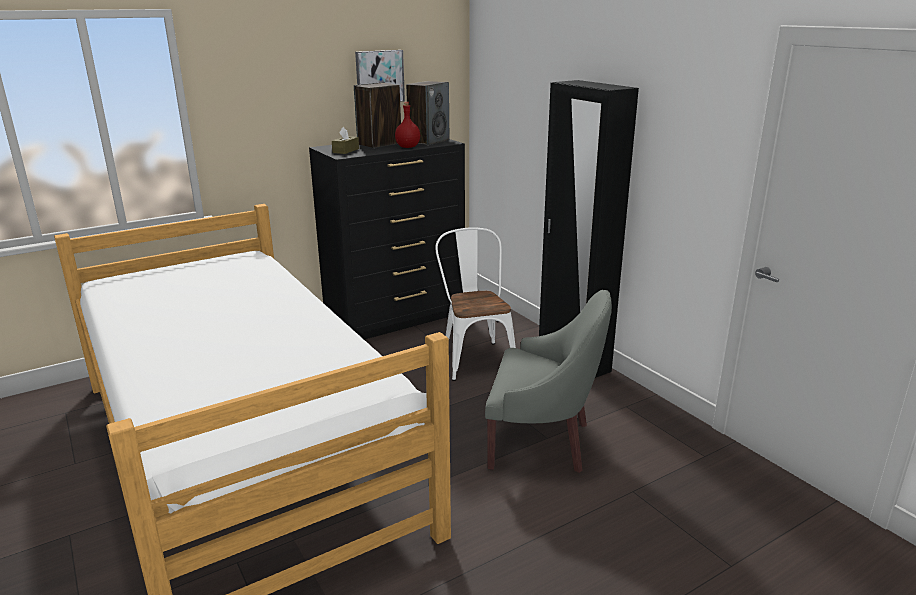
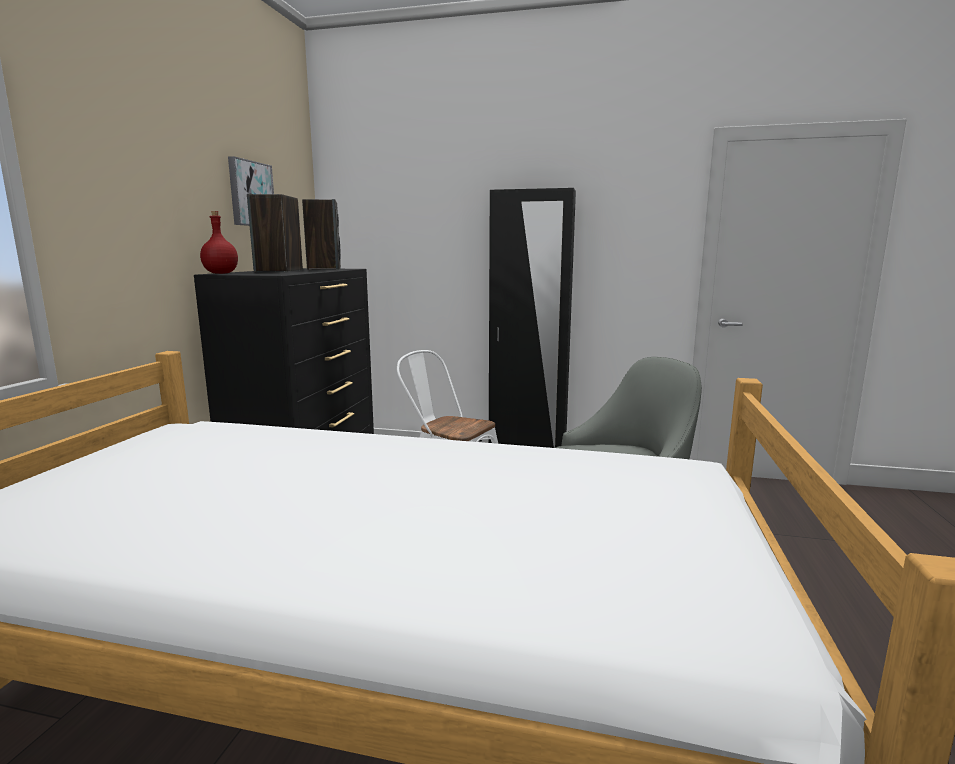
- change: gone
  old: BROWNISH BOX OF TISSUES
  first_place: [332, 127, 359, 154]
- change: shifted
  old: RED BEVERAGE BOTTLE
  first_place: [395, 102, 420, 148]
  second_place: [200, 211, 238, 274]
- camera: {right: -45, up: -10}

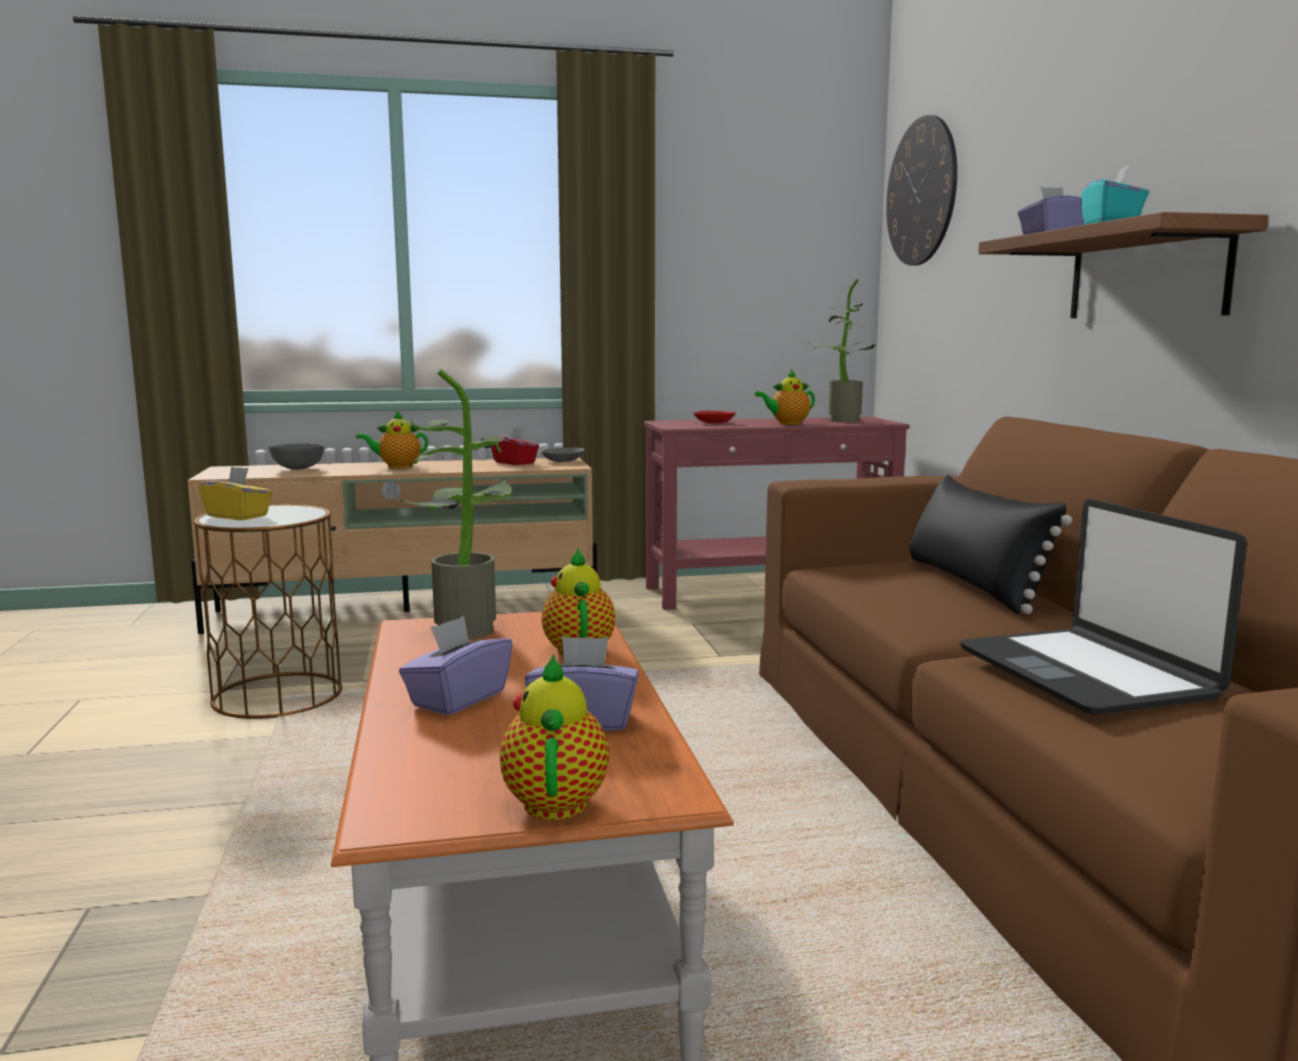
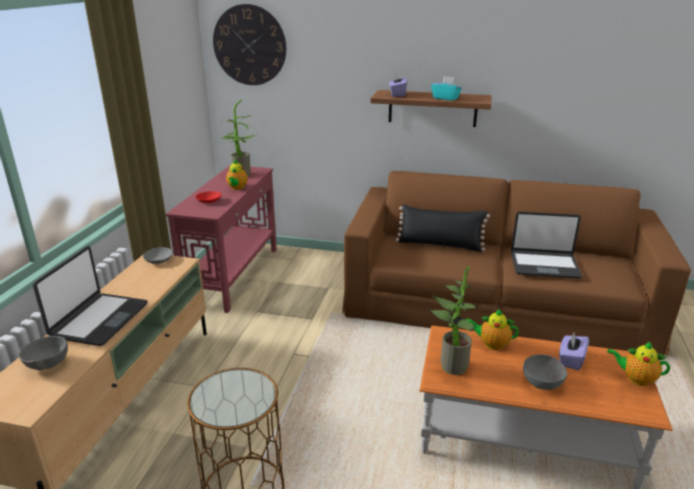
- change: gone
  old: YELLOW BOX OF TISSUES
  first_place: [198, 466, 273, 520]
- change: swapped
  old: POT FOR TEA
  new: NOTEBOOK COMPUTER
  first_place: [356, 410, 428, 469]
  second_place: [33, 246, 148, 346]
- change: swapped
  old: PURPLE BOX OF TISSUES
  new: GREY BOWL
  first_place: [399, 616, 513, 715]
  second_place: [523, 354, 567, 390]
- change: gone
  old: RED BOX OF TISSUES
  first_place: [491, 427, 539, 465]
- camera: {right: -65, up: 15}

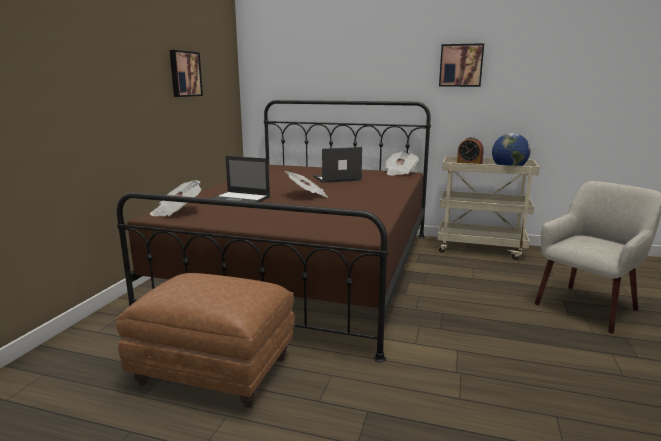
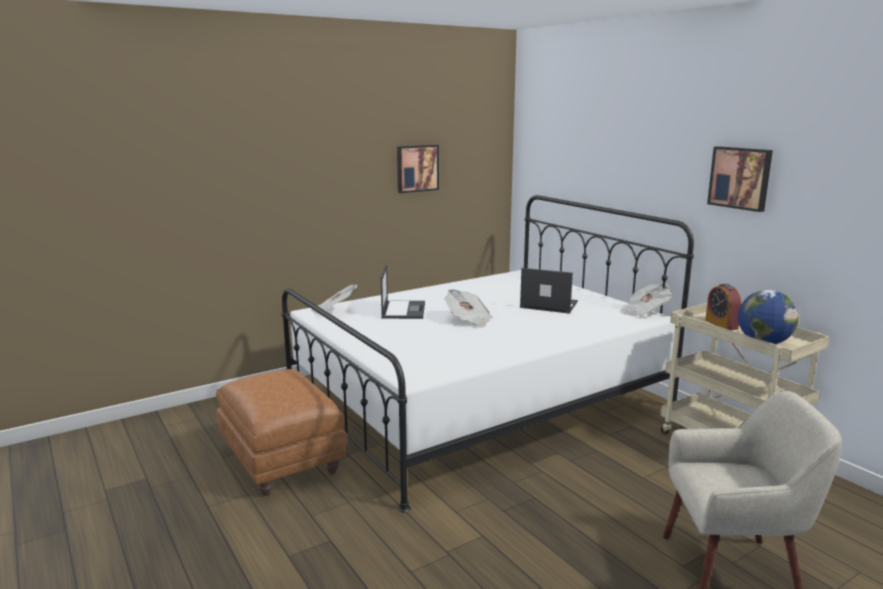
- change: repainted
  old: BROWNISH BED
  new: WHITISH BED
  first_place: [117, 100, 431, 362]
  second_place: [282, 195, 694, 513]
- change: rotated
  old: NOTEBOOK COMPUTER
  first_place: [210, 156, 270, 202]
  second_place: [381, 264, 425, 319]
  degrees: -150
- camera: {right: 40, up: 0}

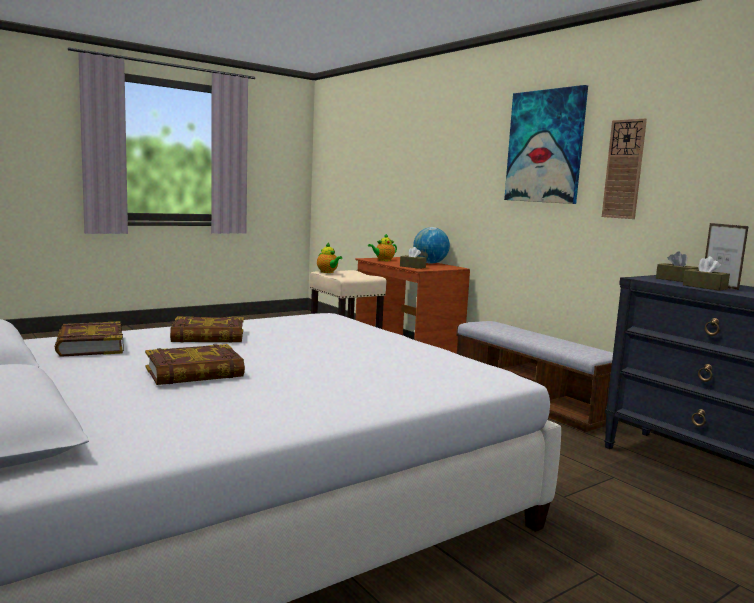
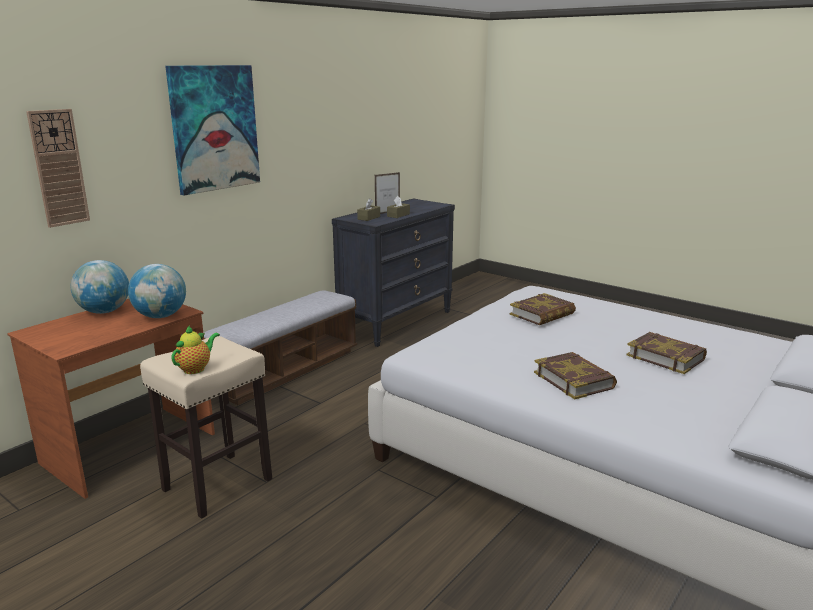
- change: shifted
  old: BOUND BOOK
  first_place: [55, 321, 124, 357]
  second_place: [510, 293, 576, 325]
- change: gone
  old: POT FOR TEA
  first_place: [368, 234, 397, 261]
- change: swapped
  old: BROWNISH BOX OF TISSUES
  new: DESK GLOBE
  first_place: [400, 247, 427, 269]
  second_place: [128, 264, 186, 318]
- change: shifted
  old: CLOCK ON THE WALL
  first_place: [602, 118, 647, 219]
  second_place: [26, 109, 90, 228]
- camera: {right: -105, up: 10}

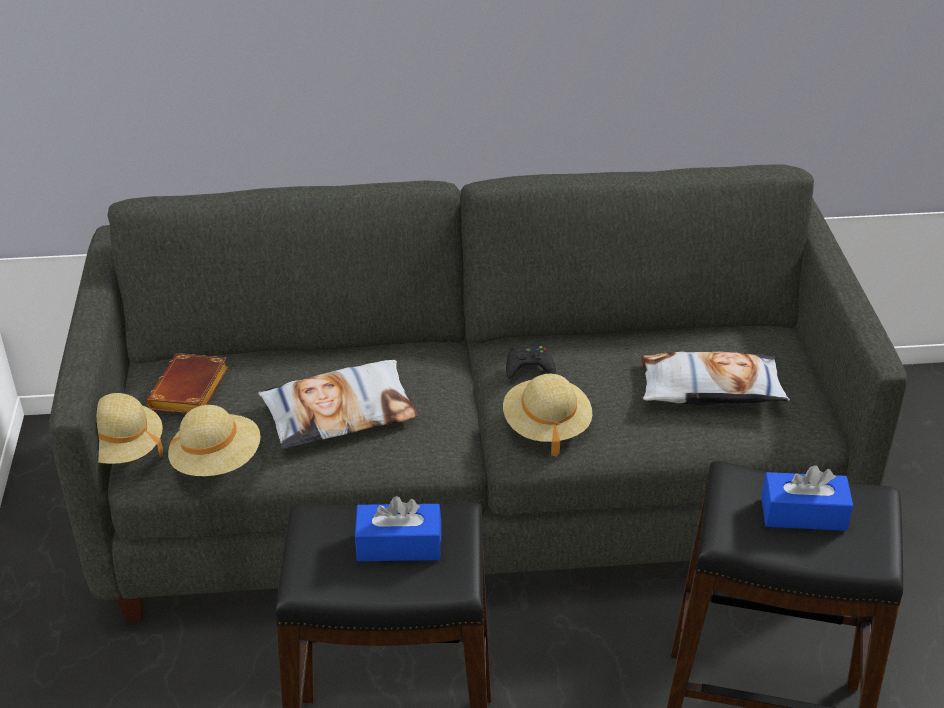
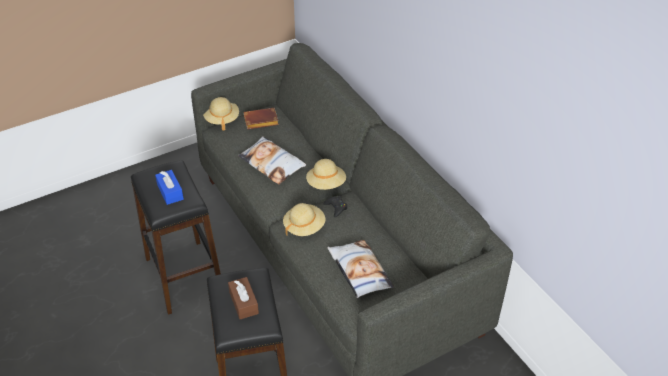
- change: shifted
  old: BEIGE WEARABLE HAT
  first_place: [168, 405, 260, 476]
  second_place: [306, 159, 346, 190]
- change: repainted
  old: BLUISH BOX OF TISSUES
  new: BROWNISH BOX OF TISSUES
  first_place: [761, 465, 853, 531]
  second_place: [228, 277, 259, 319]
- camera: {right: 65, up: 5}

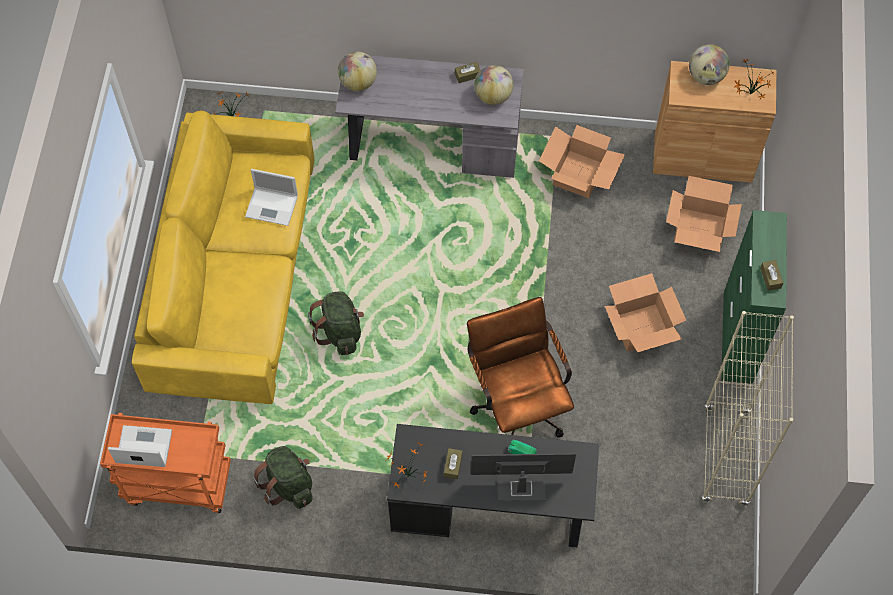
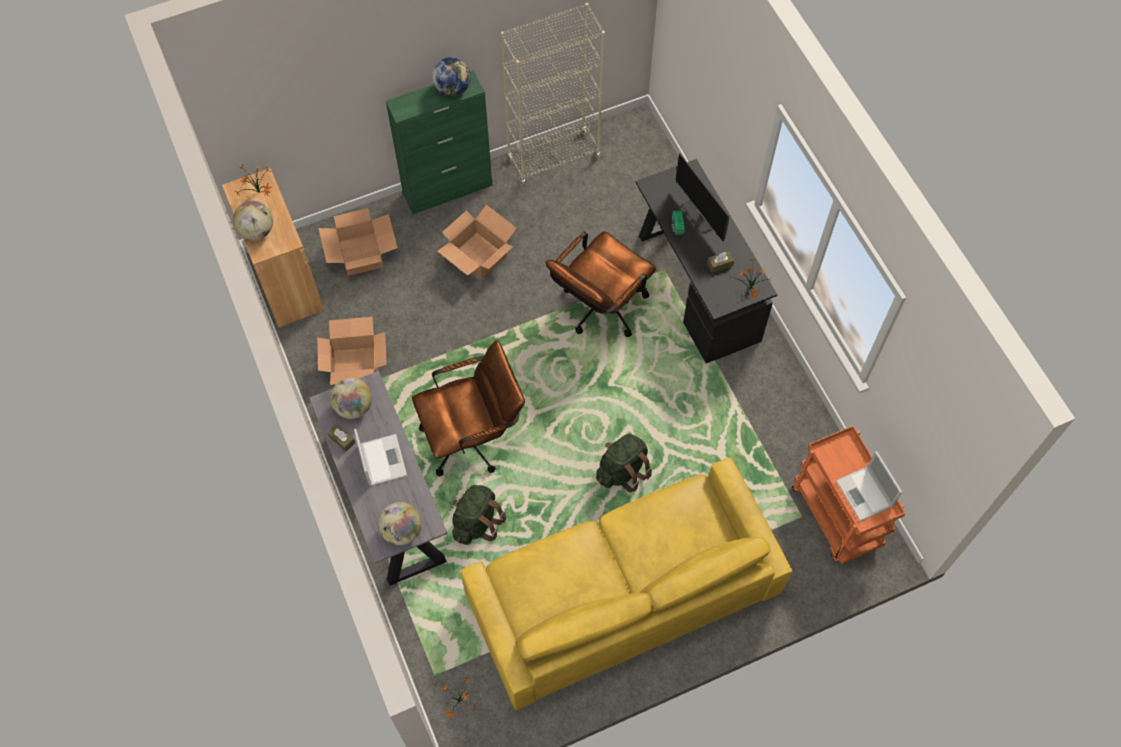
- change: shifted
  old: NOTEBOOK COMPUTER
  first_place: [245, 169, 298, 226]
  second_place: [354, 429, 407, 486]
- change: shifted
  old: GREEN BACKPACK
  first_place: [253, 446, 312, 509]
  second_place: [452, 485, 506, 545]
- change: swapped
  old: BROWNISH BOX OF TISSUES
  new: DESK GLOBE
  first_place: [760, 260, 783, 291]
  second_place: [432, 57, 471, 97]
- change: new
  new: BROWNISH OFFICE CHAIR
  second_place: [412, 340, 525, 477]
- camera: {right: -120, up: 0}

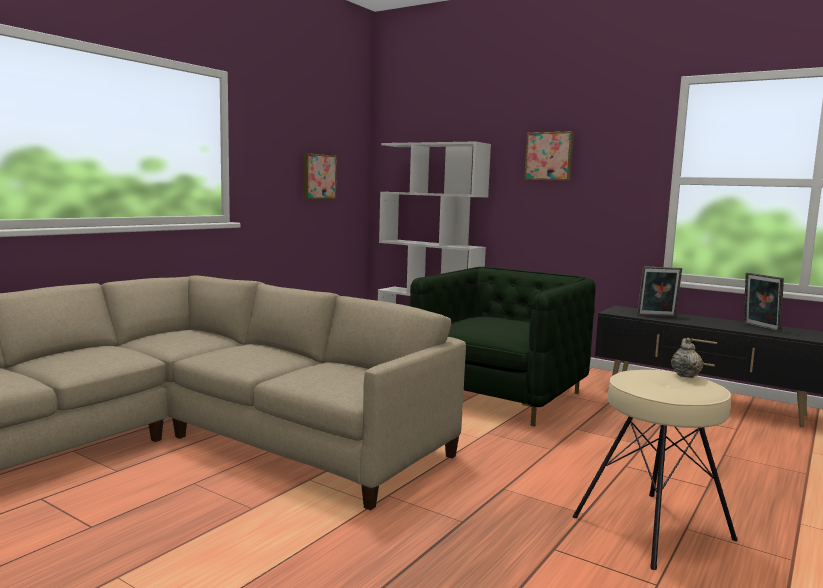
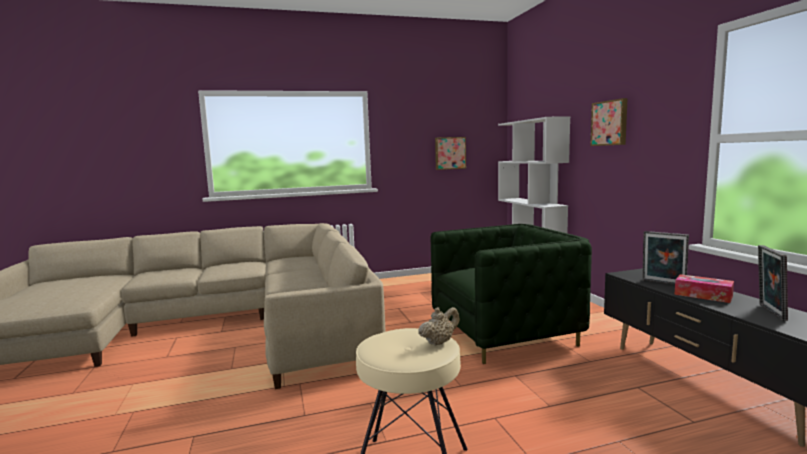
- change: new
  new: BOX OF TISSUES
  second_place: [674, 274, 734, 303]
- camera: {right: 40, up: 0}

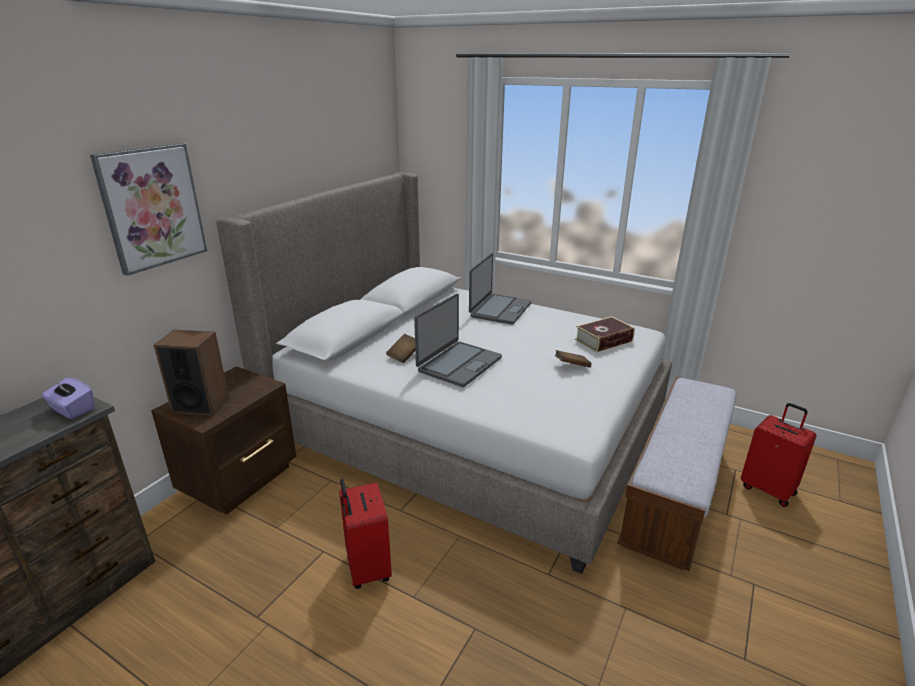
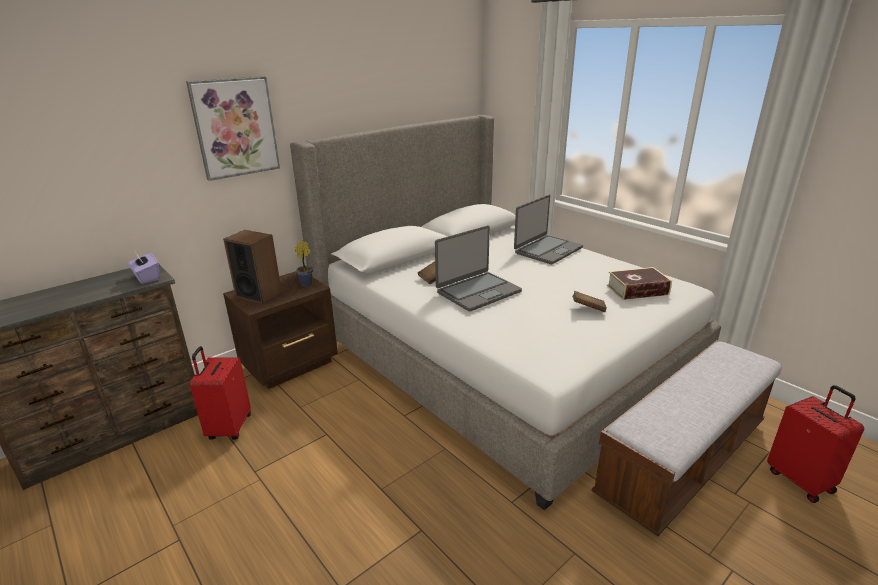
- change: shifted
  old: RED TRAVEL CASE
  first_place: [339, 479, 392, 589]
  second_place: [190, 346, 251, 440]
- change: new
  new: POTTED PLANT
  second_place: [295, 240, 313, 286]
- camera: {right: 20, up: 0}

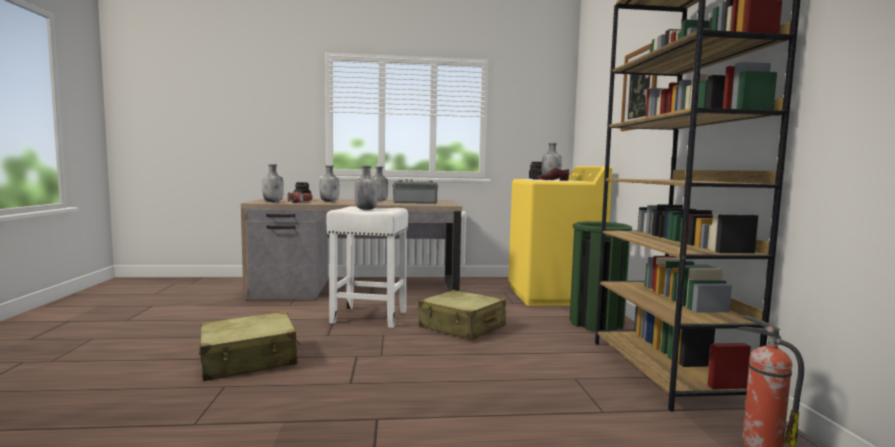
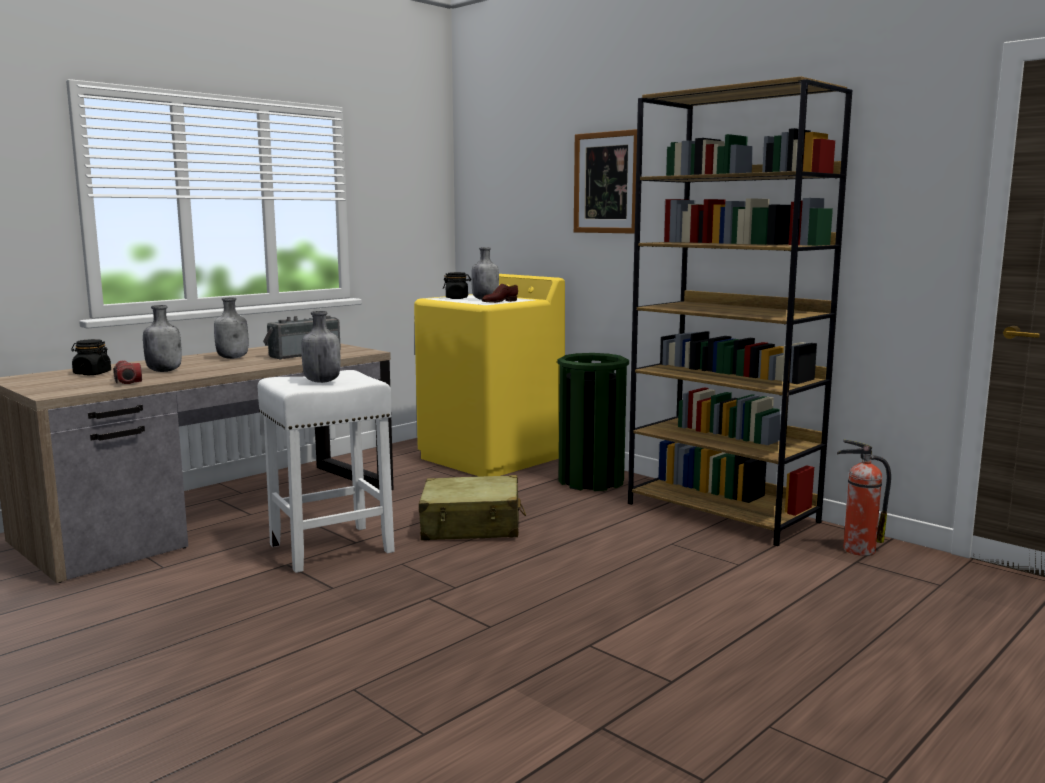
- change: gone
  old: BEIGE TRAVEL CASE
  first_place: [199, 311, 300, 381]
- change: gone
  old: GREY BEVERAGE BOTTLE
  first_place: [262, 164, 284, 202]
- camera: {right: -40, up: 5}

